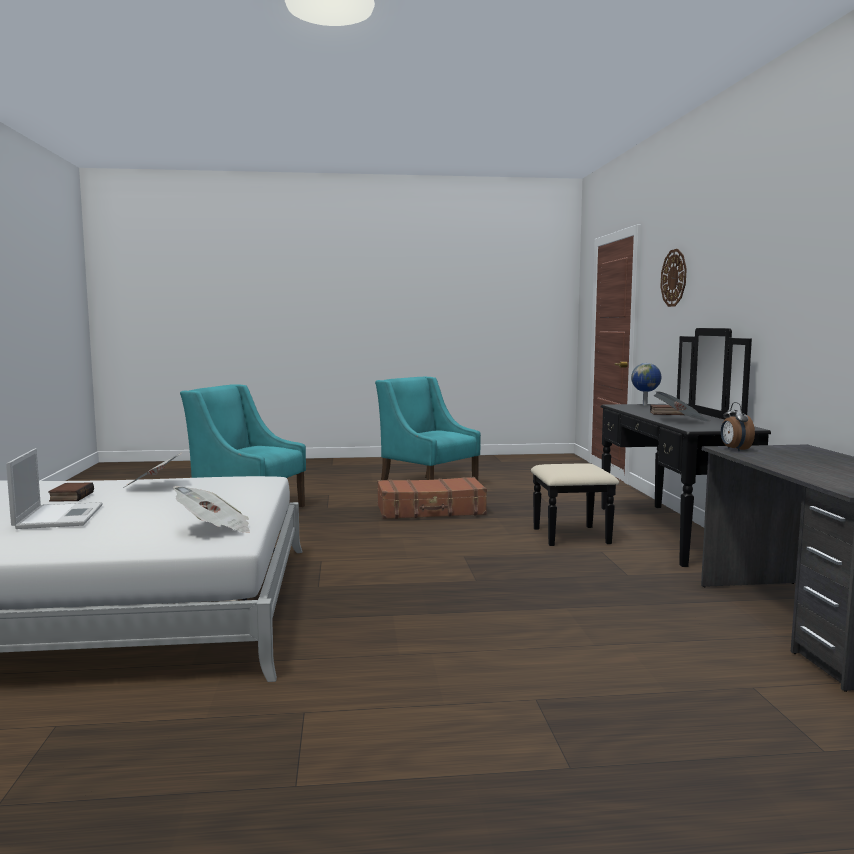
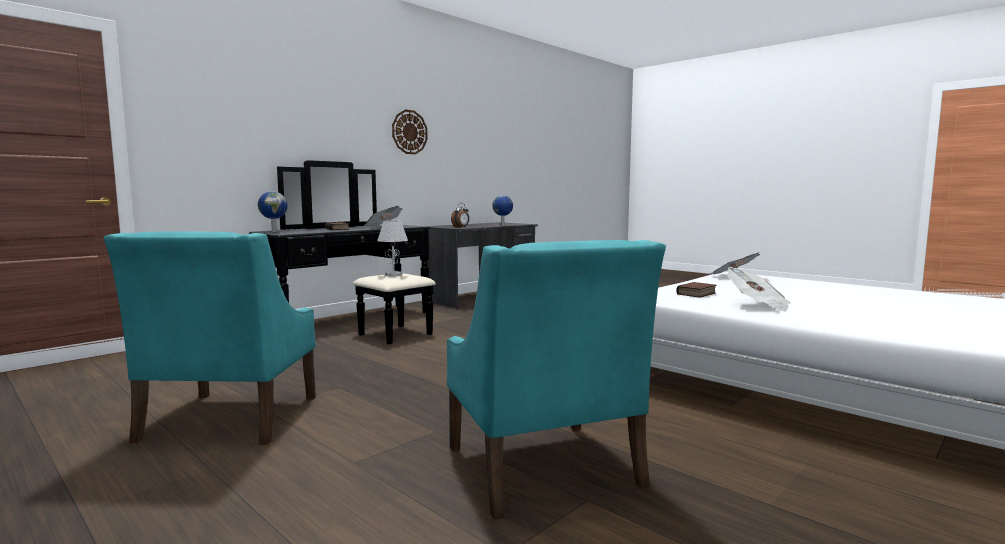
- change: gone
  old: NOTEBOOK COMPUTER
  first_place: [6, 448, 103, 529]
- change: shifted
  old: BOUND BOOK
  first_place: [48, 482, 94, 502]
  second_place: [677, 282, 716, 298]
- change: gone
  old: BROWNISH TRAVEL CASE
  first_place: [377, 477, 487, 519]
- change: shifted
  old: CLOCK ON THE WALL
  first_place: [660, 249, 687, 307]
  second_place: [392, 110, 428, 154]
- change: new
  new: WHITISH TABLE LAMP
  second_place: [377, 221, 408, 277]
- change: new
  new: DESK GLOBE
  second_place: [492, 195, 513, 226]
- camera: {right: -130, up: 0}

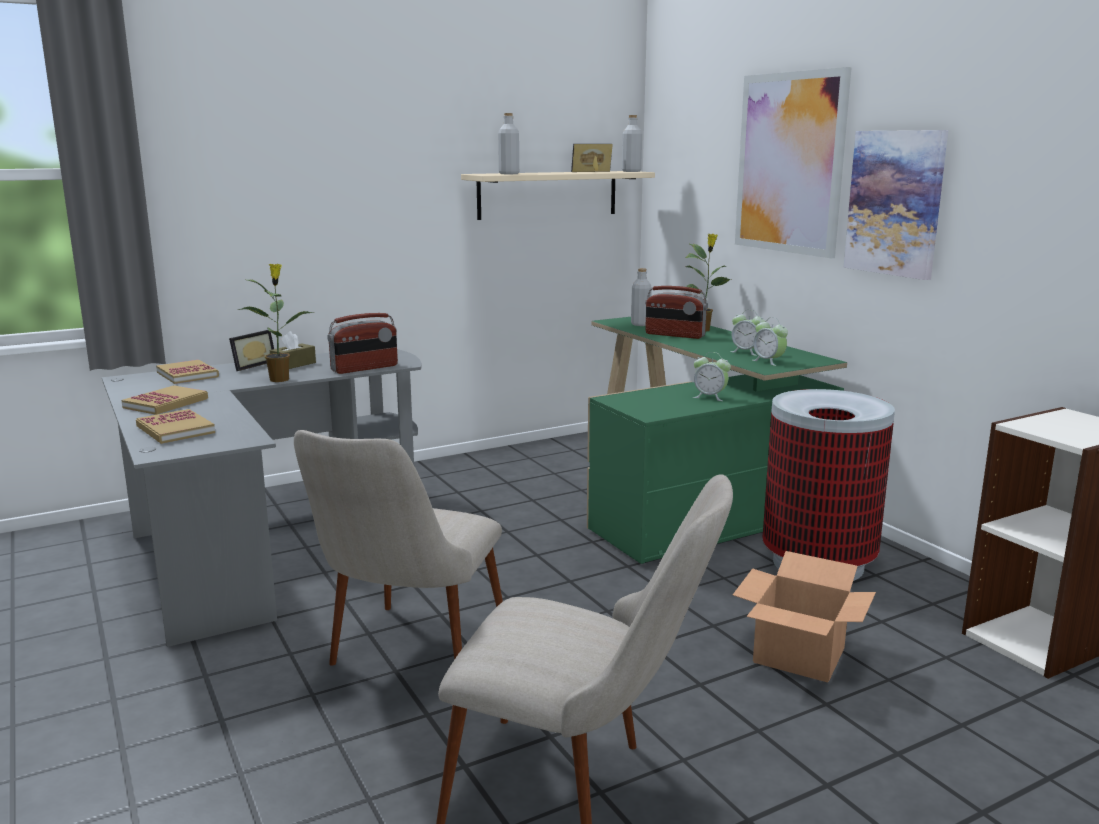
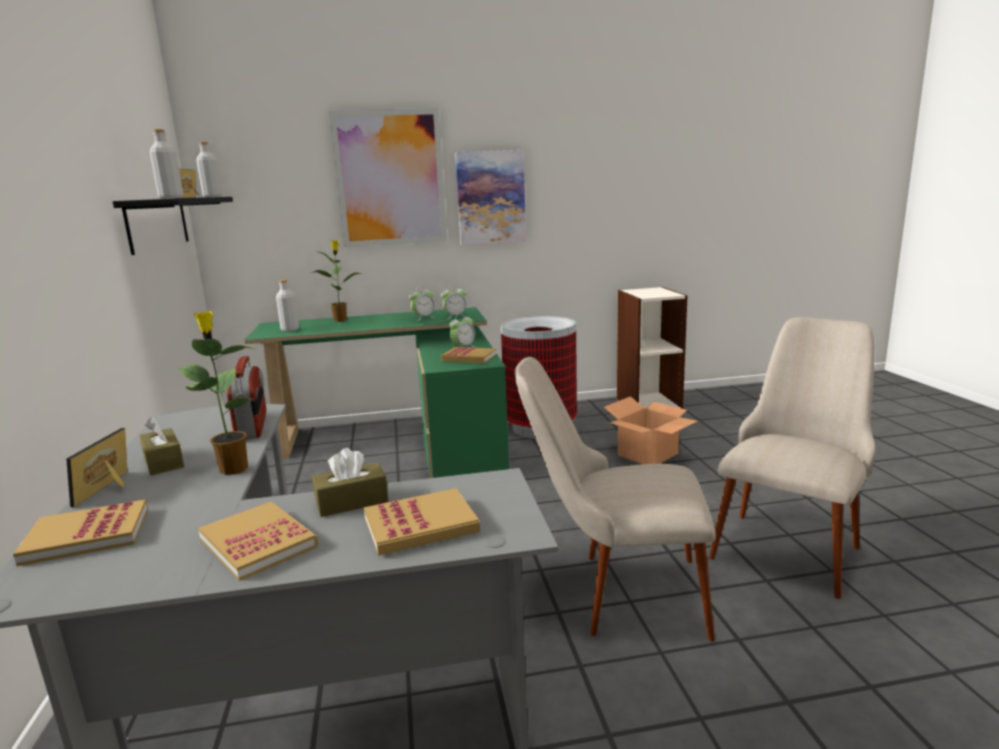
- change: rotated
  old: PHOTO FRAME
  first_place: [229, 330, 274, 371]
  second_place: [66, 428, 127, 508]
  degrees: -135
- change: rotated
  old: BEIGE UPRIGHT CHAIR
  first_place: [294, 430, 503, 666]
  second_place: [514, 357, 716, 642]
  degrees: 150
- change: repainted
  old: BEIGE SHELF
  new: BLACKISH SHELF
  first_place: [461, 171, 655, 220]
  second_place: [113, 197, 233, 255]
- change: gone
  old: RADIO
  first_place: [645, 286, 708, 339]
- change: new
  new: BROWNISH BOX OF TISSUES
  second_place: [312, 448, 389, 517]
- change: new
  new: BOUND BOOK
  second_place: [441, 347, 497, 363]
- camera: {right: -70, up: 0}

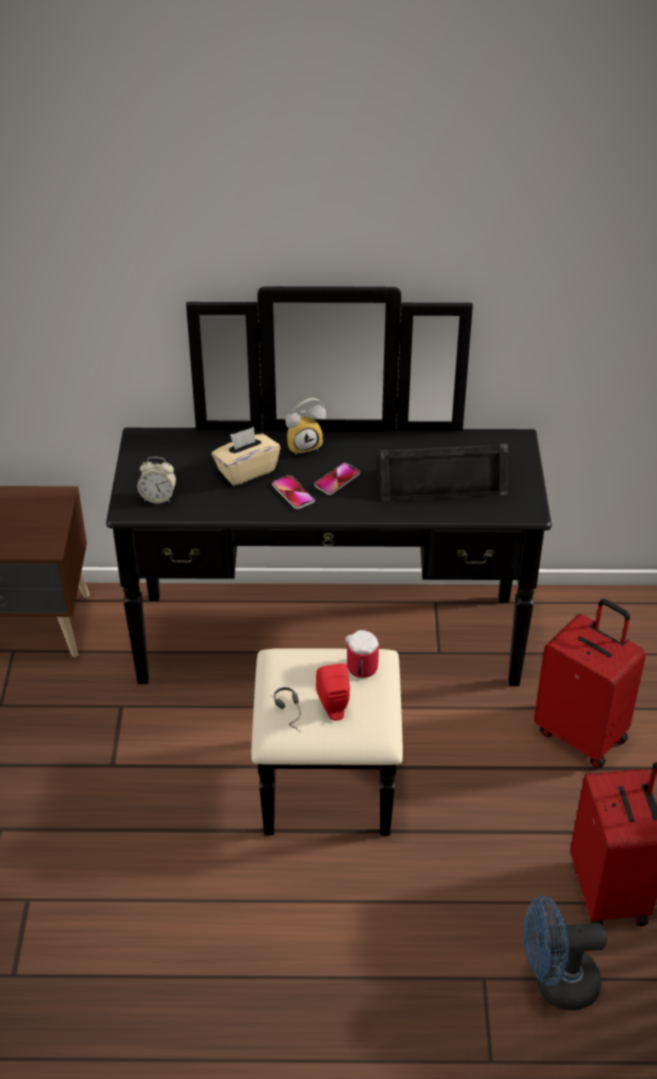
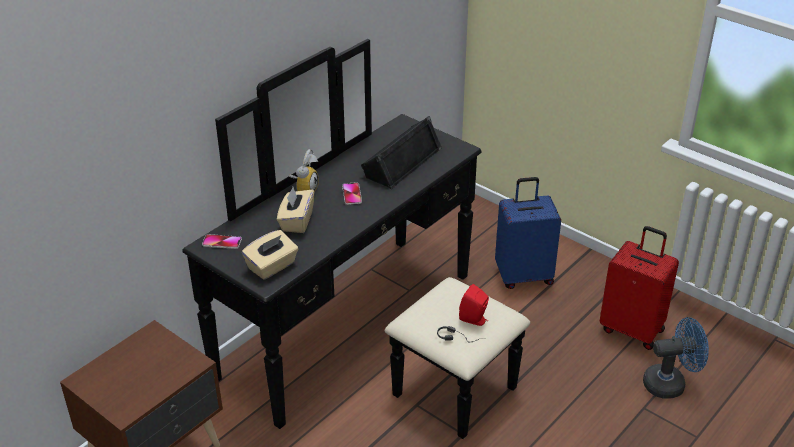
- change: swapped
  old: TABLE CLOCK
  new: BEIGE BOX OF TISSUES
  first_place: [137, 457, 176, 503]
  second_place: [242, 230, 298, 280]
- change: shifted
  old: HANDSET
  first_place: [272, 475, 315, 509]
  second_place: [202, 234, 242, 249]
- change: gone
  old: MUG
  first_place: [345, 630, 379, 678]
- change: rotated
  old: BLUISH ELECTRIC FAN
  first_place: [524, 896, 607, 1010]
  second_place: [643, 317, 709, 399]
  degrees: -135
- change: repainted
  old: RED TRAVEL CASE
  new: BLUISH TRAVEL CASE
  first_place: [534, 599, 646, 769]
  second_place: [495, 177, 561, 289]
- camera: {right: -50, up: -5}

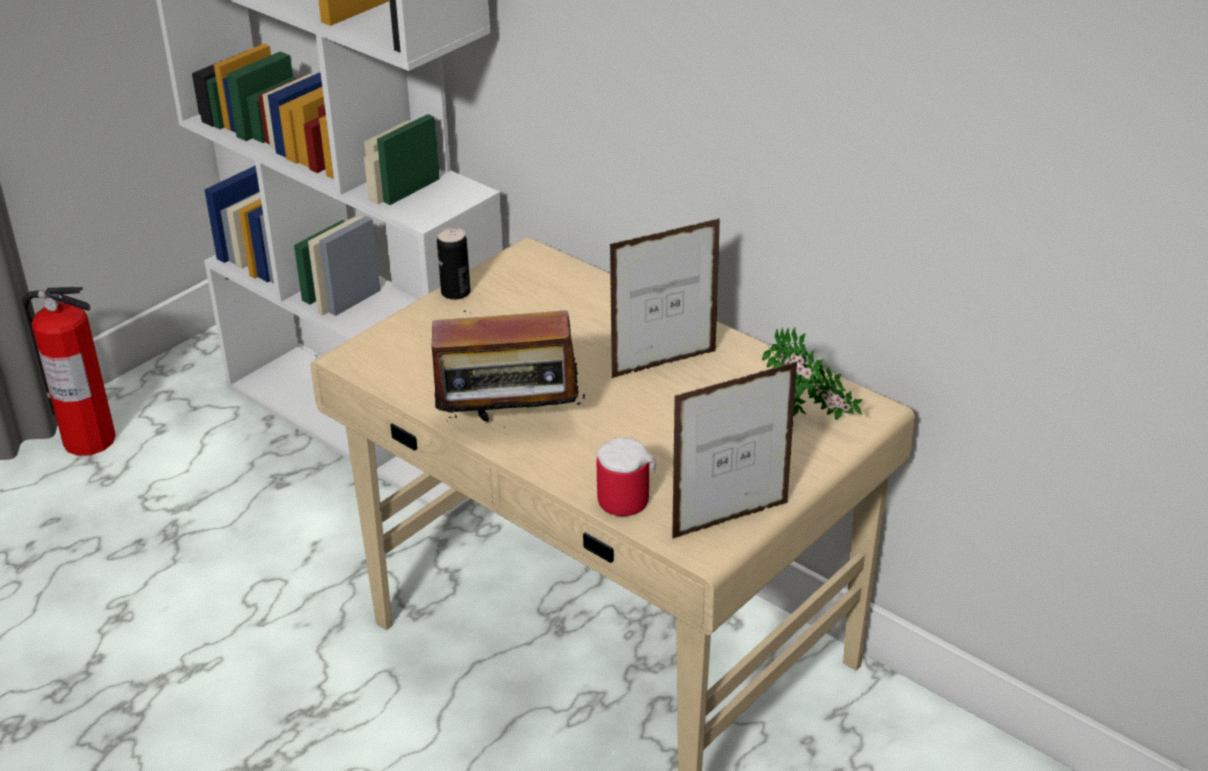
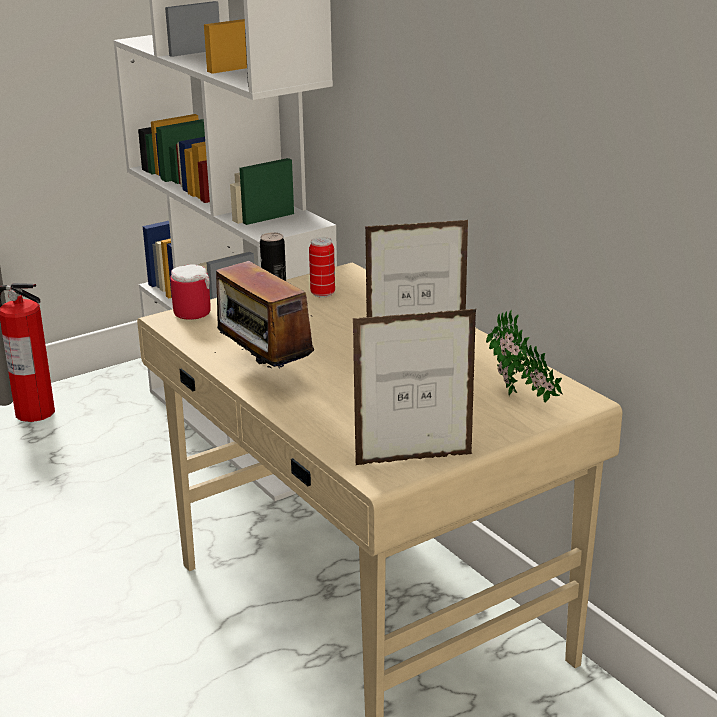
- change: rotated
  old: RADIO
  first_place: [419, 310, 585, 428]
  second_place: [215, 246, 314, 369]
  degrees: 45
- change: shifted
  old: MUG
  first_place: [597, 438, 655, 516]
  second_place: [170, 264, 211, 320]
- change: new
  new: CAN
  second_place: [309, 237, 335, 298]
- camera: {right: 15, up: -10}

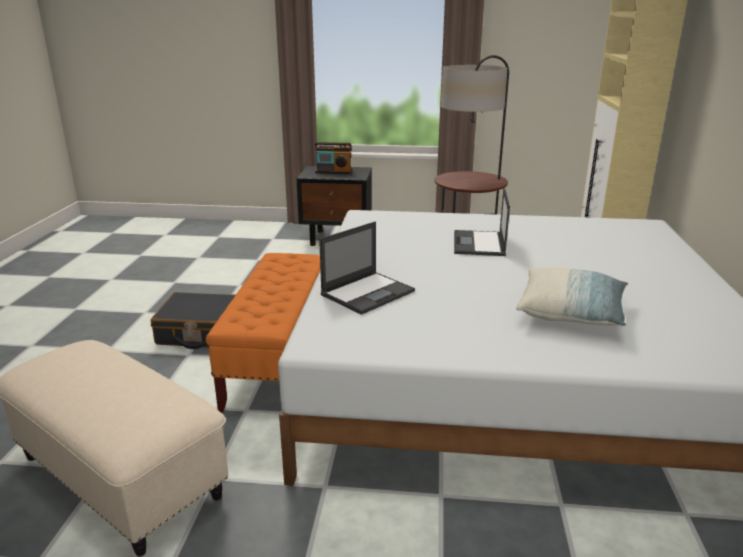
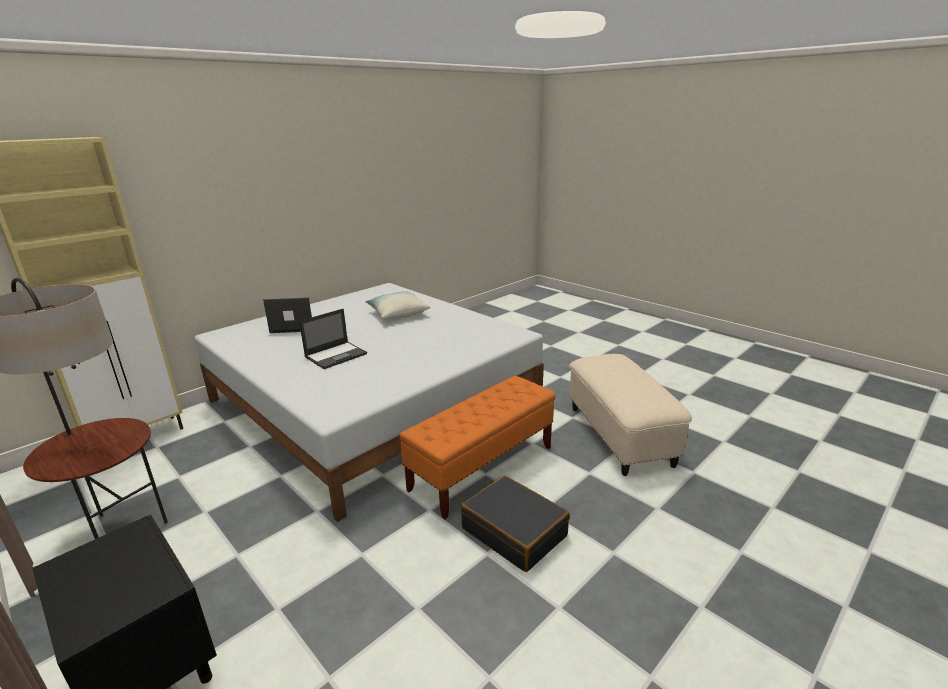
- change: gone
  old: RADIO
  first_place: [315, 142, 353, 174]
- change: shifted
  old: NOTEBOOK COMPUTER
  first_place: [319, 221, 415, 315]
  second_place: [263, 297, 312, 333]
- camera: {right: -140, up: 0}

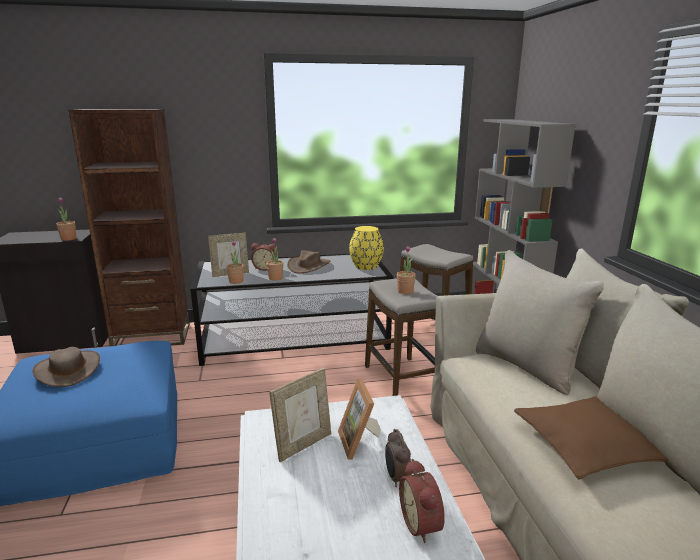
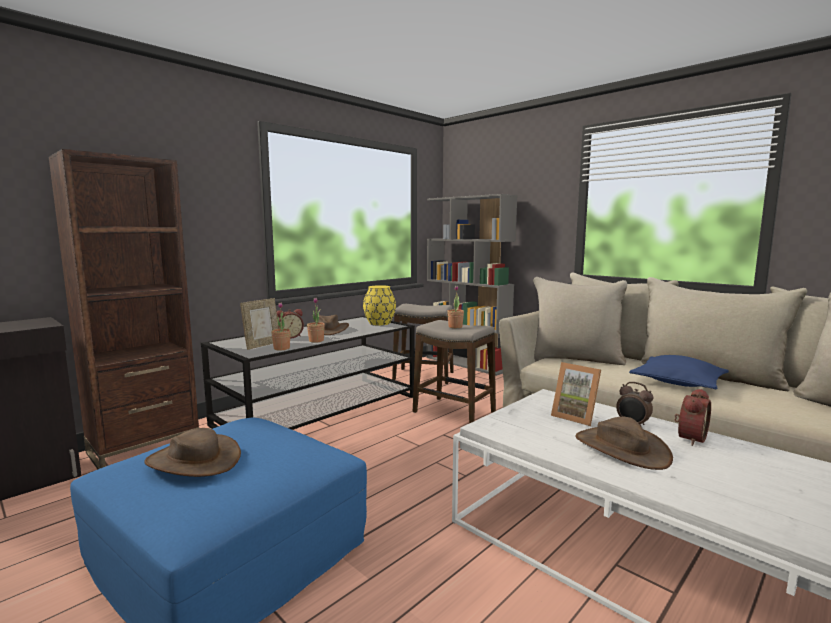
- change: gone
  old: POTTED PLANT
  first_place: [56, 197, 76, 241]
- change: gone
  old: PHOTO FRAME
  first_place: [269, 368, 331, 462]
- change: rotated
  old: TABLE CLOCK
  first_place: [399, 459, 445, 543]
  second_place: [674, 389, 711, 446]
  degrees: -90
- change: repainted
  old: BROWNISH PILLOW
  new: BLUISH PILLOW
  first_place: [514, 396, 669, 479]
  second_place: [629, 355, 729, 389]
- change: new
  new: BROWNISH WEARABLE HAT
  second_place: [576, 417, 673, 470]
- camera: {right: -35, up: -10}

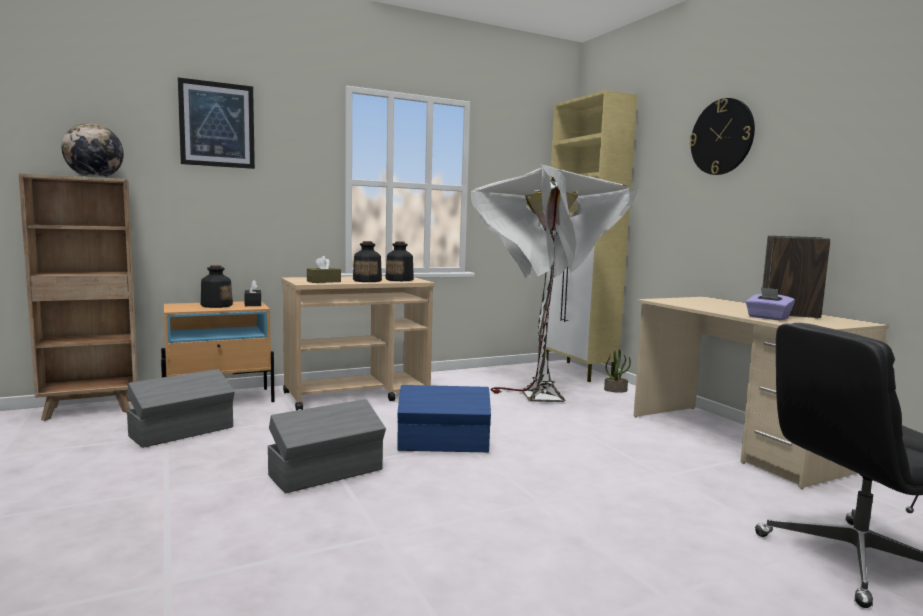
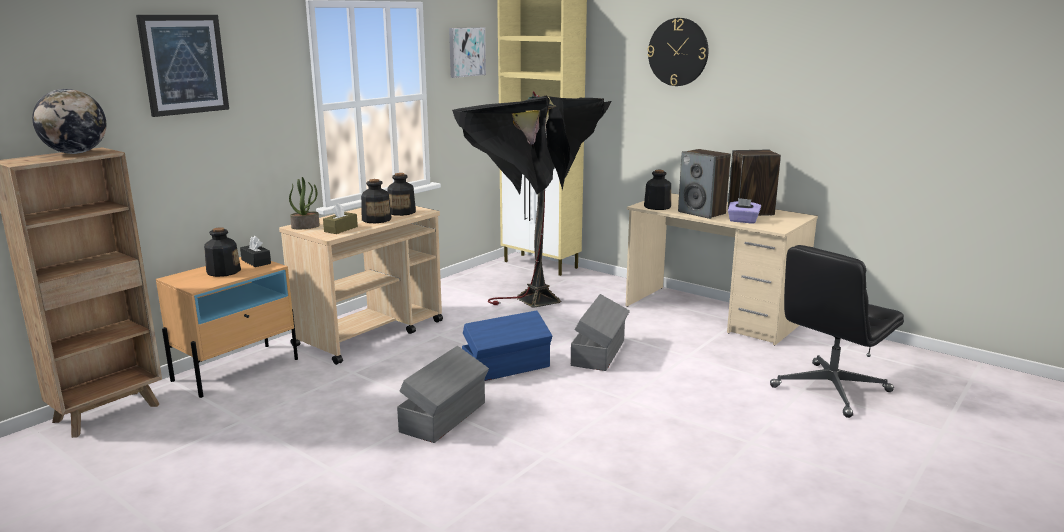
- change: shifted
  old: GREY STORAGE BIN
  first_place: [127, 369, 235, 448]
  second_place: [571, 294, 630, 371]
- change: repainted
  old: WHITISH STANDING LAMP
  new: BLACKISH STANDING LAMP
  first_place: [471, 164, 638, 402]
  second_place: [452, 91, 612, 308]
- change: shifted
  old: POTTED PLANT
  first_place: [604, 349, 631, 393]
  second_place: [289, 177, 320, 229]
- change: new
  new: PICTURE
  second_place: [449, 27, 486, 78]
- change: new
  new: BEVERAGE BOTTLE
  second_place: [644, 170, 671, 210]
- change: new
  new: SPEAKER
  second_place: [678, 149, 731, 219]
- camera: {right: -25, up: 10}

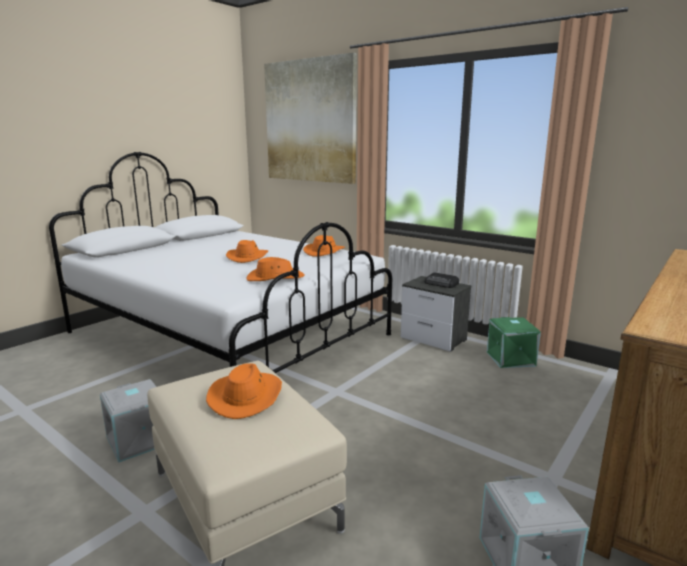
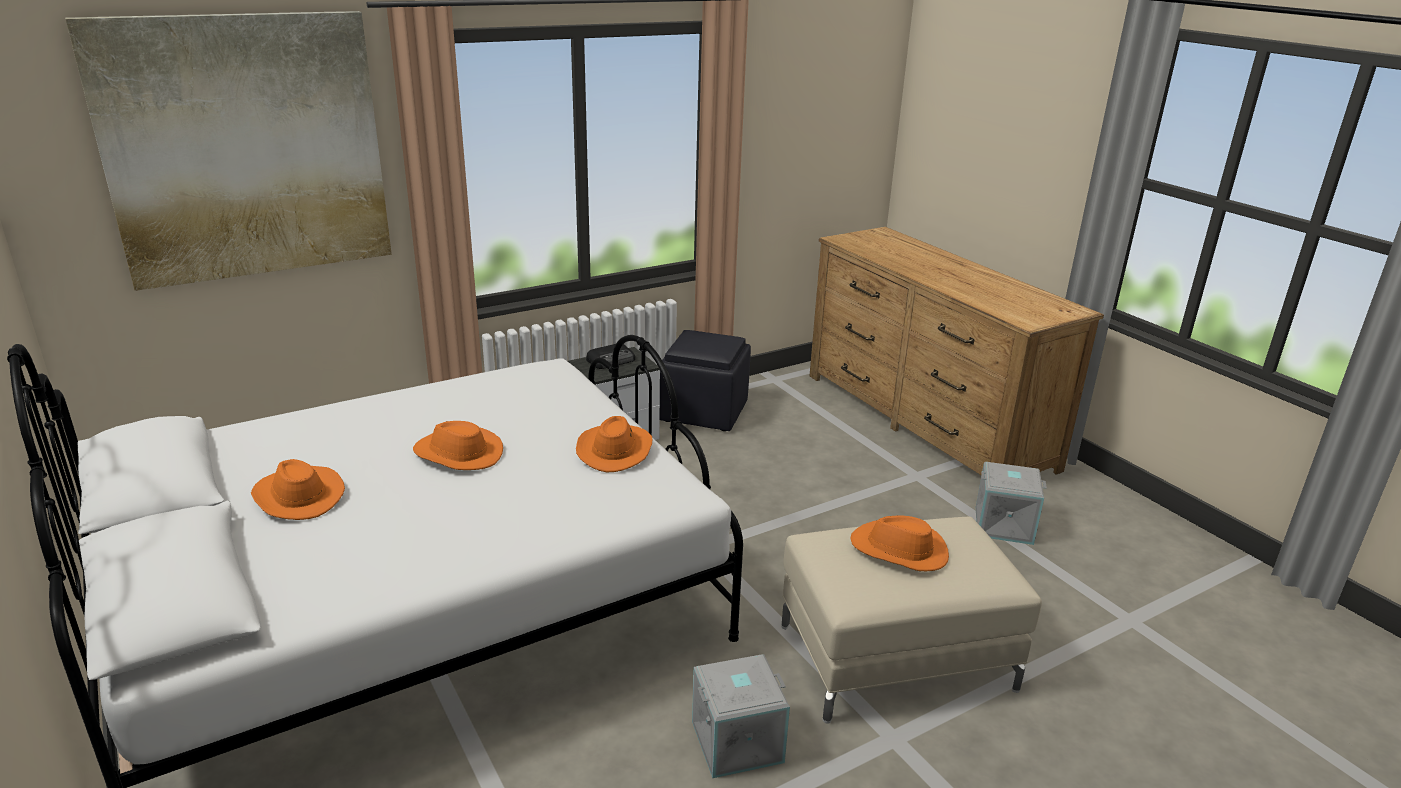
- change: shifted
  old: ORANGE-COLOURED WEARABLE HAT
  first_place: [303, 235, 345, 257]
  second_place: [251, 459, 345, 520]
- change: swapped
  old: GREEN STORAGE BIN
  new: BLACKISH FOOTREST
  first_place: [487, 317, 541, 368]
  second_place: [660, 330, 751, 431]
- camera: {right: -70, up: 10}

